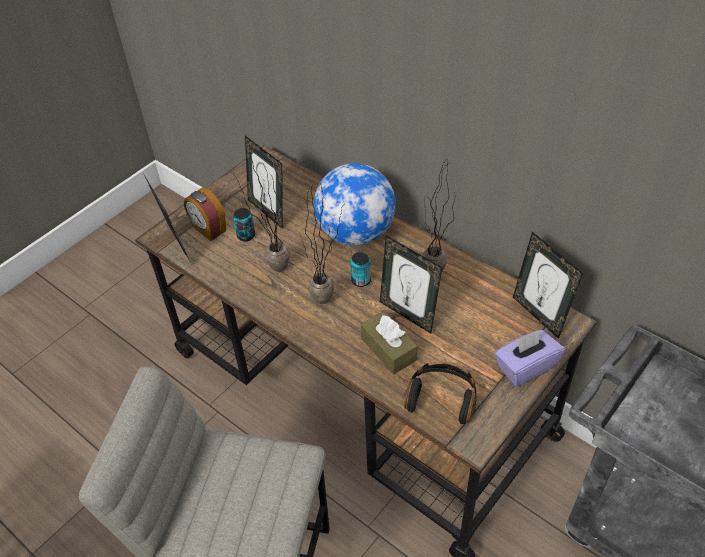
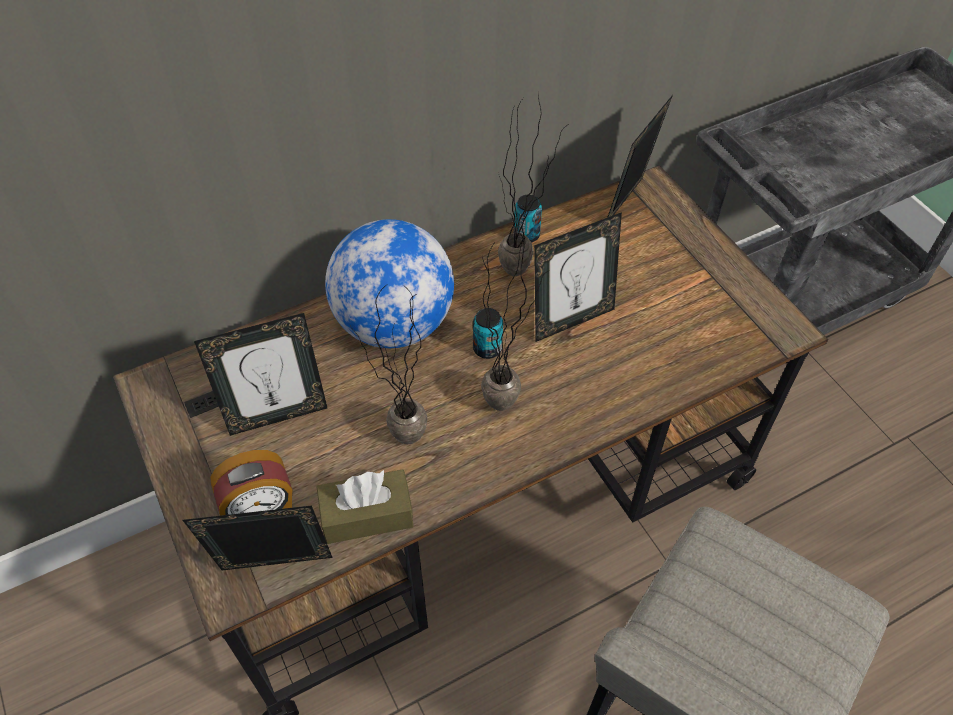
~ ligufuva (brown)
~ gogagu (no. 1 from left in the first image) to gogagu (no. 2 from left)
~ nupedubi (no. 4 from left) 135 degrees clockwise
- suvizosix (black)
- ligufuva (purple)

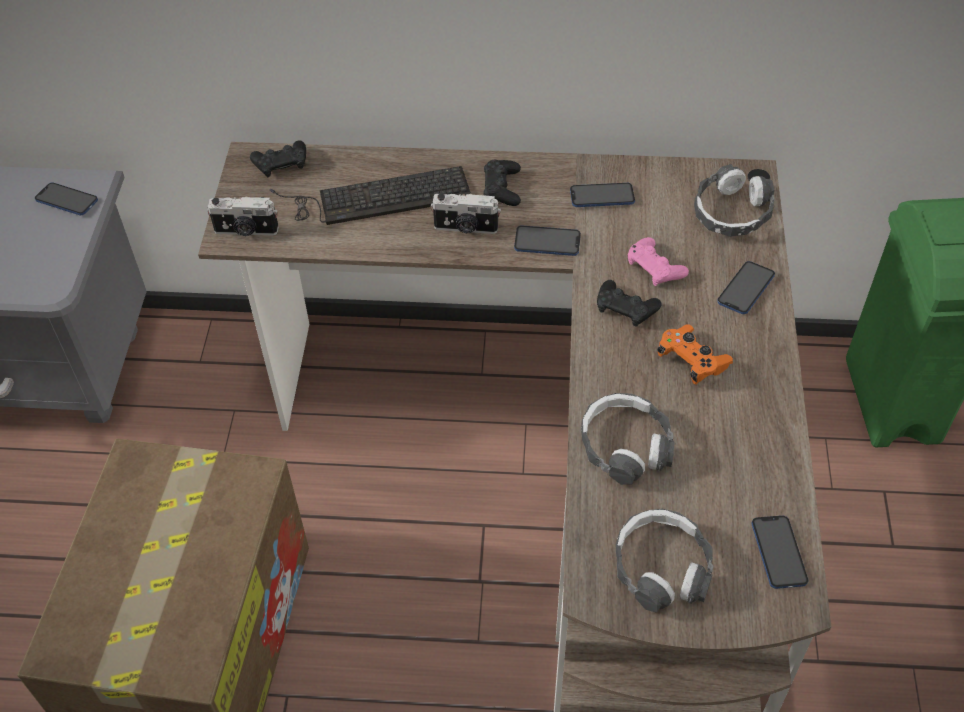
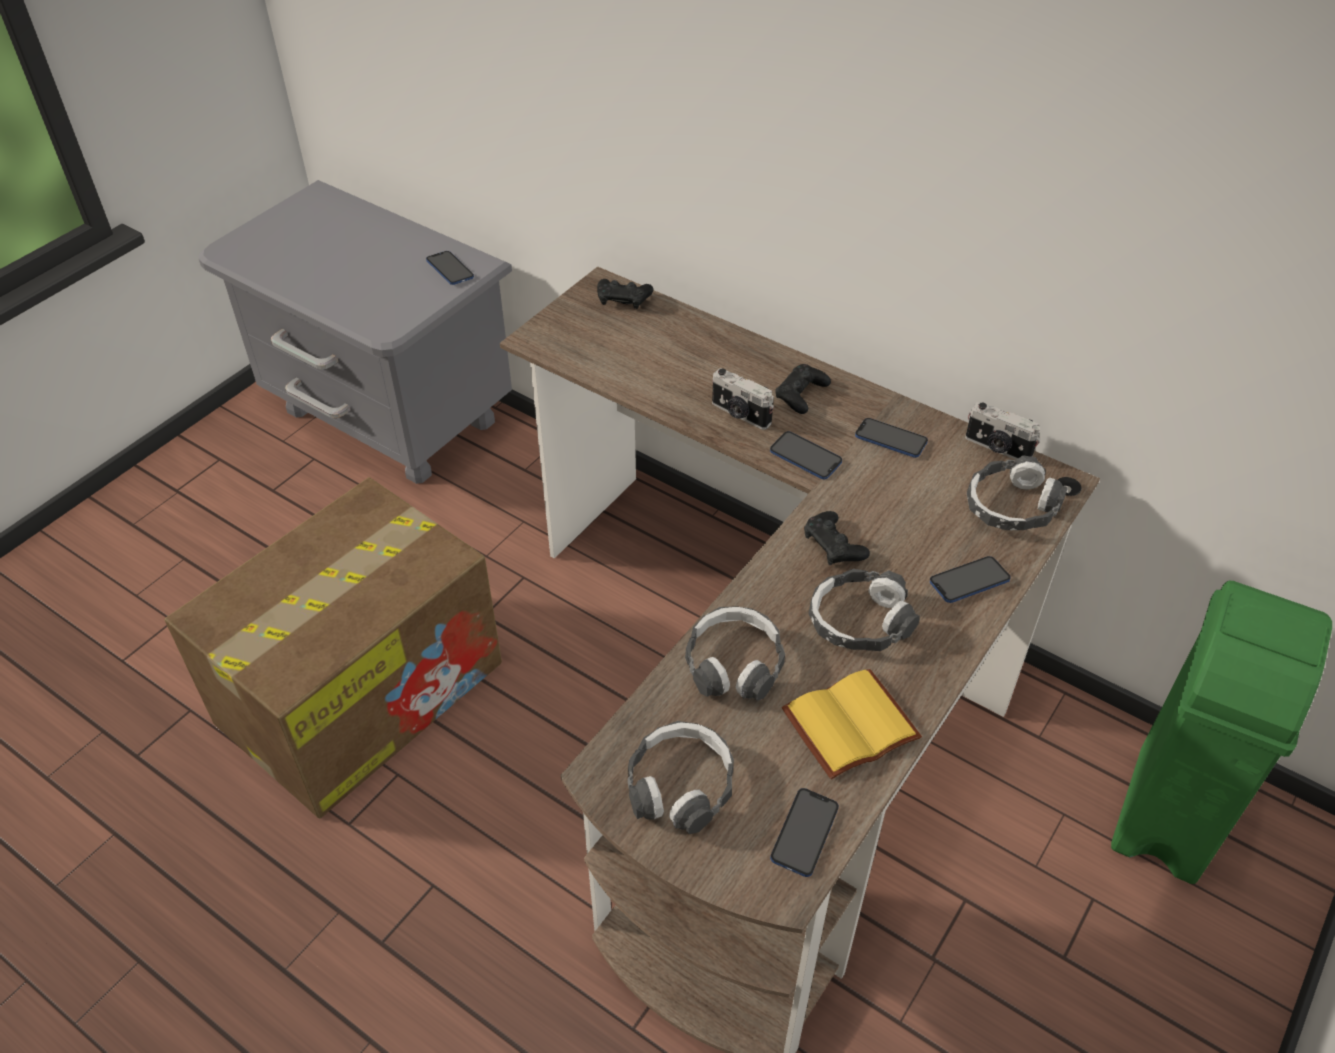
+ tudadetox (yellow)
~ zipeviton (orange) to suvizosix (no. 3 from left)
~ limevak (no. 1 from left in the first image) to limevak (no. 2 from left)
- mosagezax
- zipeviton (pink)

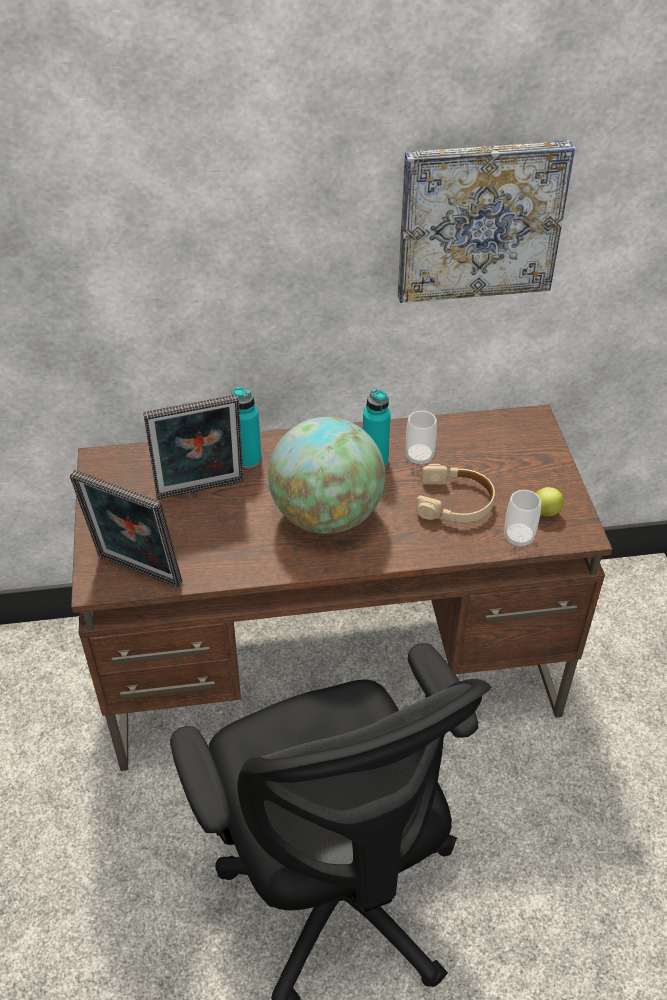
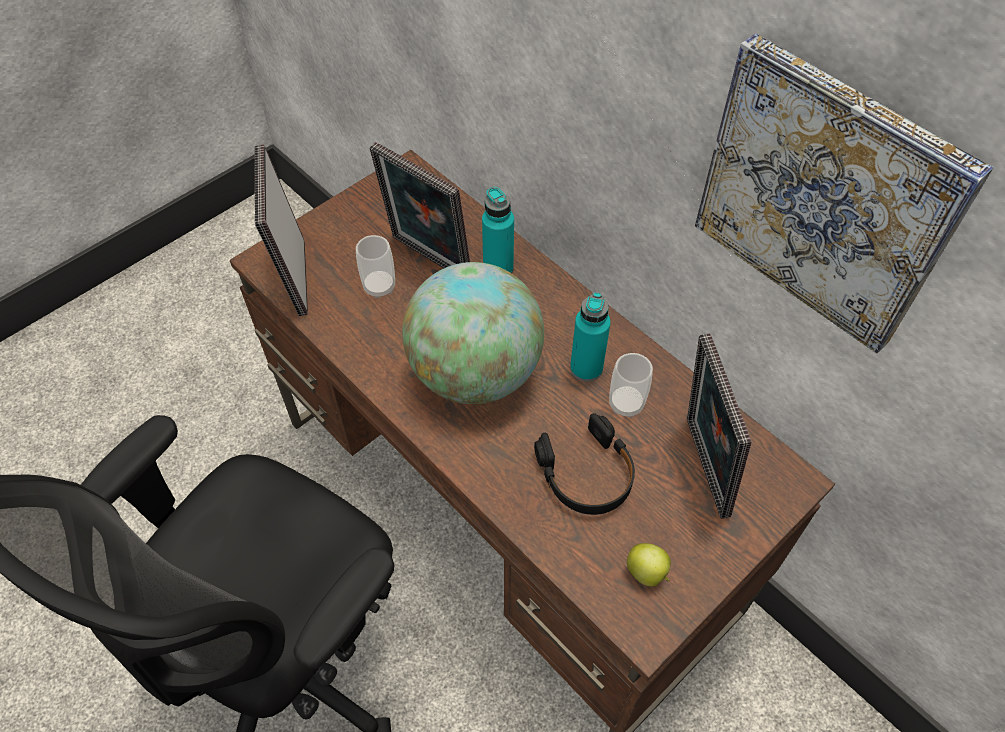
~ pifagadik (no. 2 from left in the first image) to pifagadik (no. 1 from left)
~ suvizosix (beige) to suvizosix (black)
+ nupedubi (no. 3 from left)

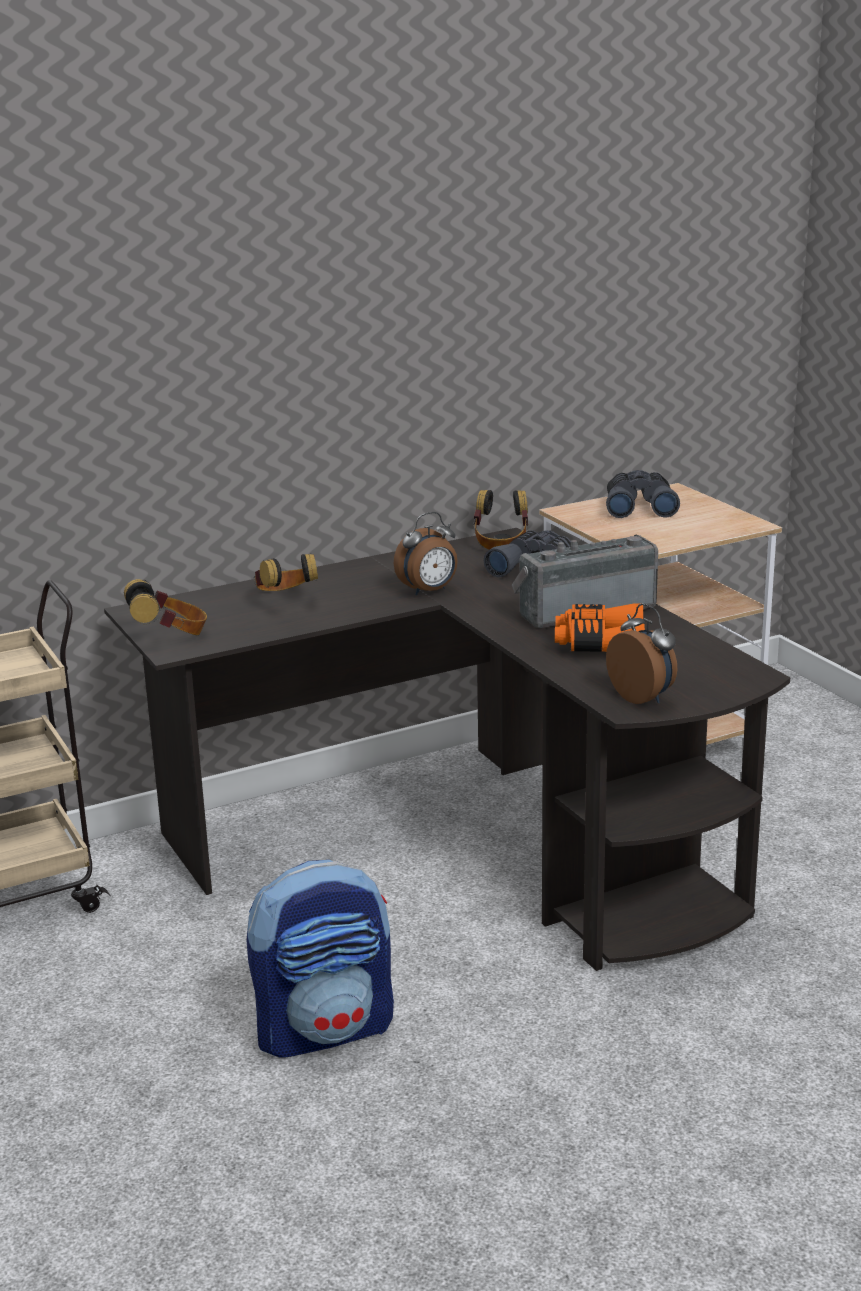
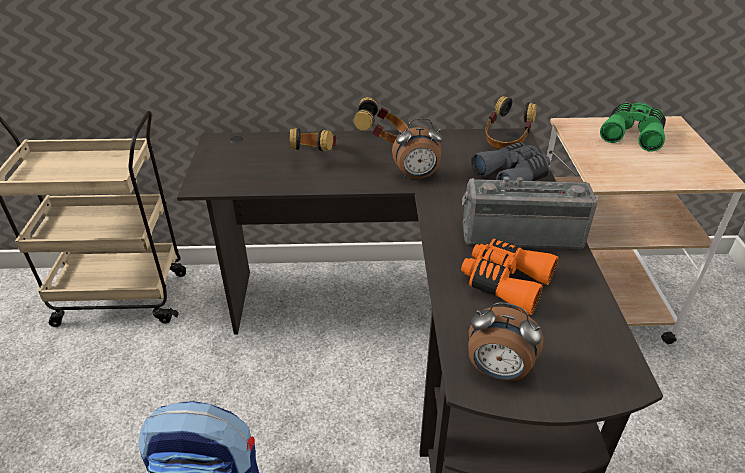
~ suvizosix (no. 1 from left in the first image) to suvizosix (no. 2 from left)
~ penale (no. 2 from left) 120 degrees clockwise
~ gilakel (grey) (no. 2 from left) to gilakel (green)

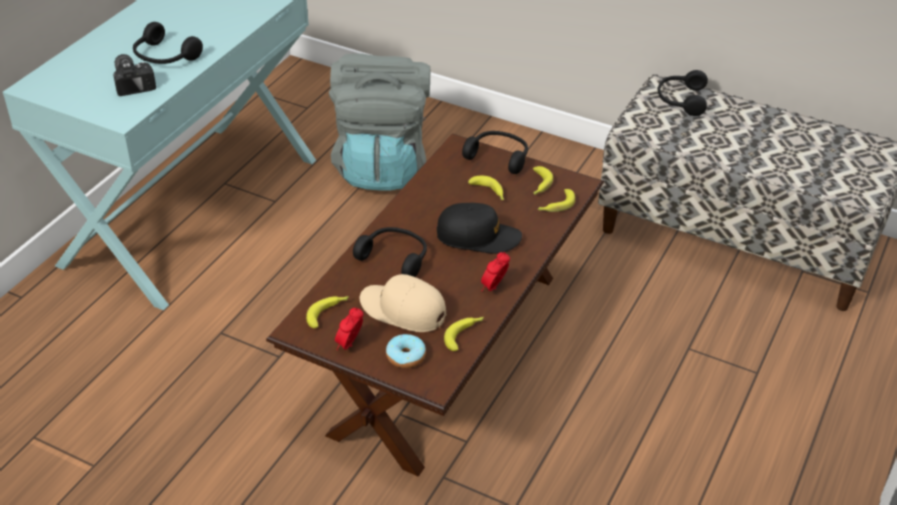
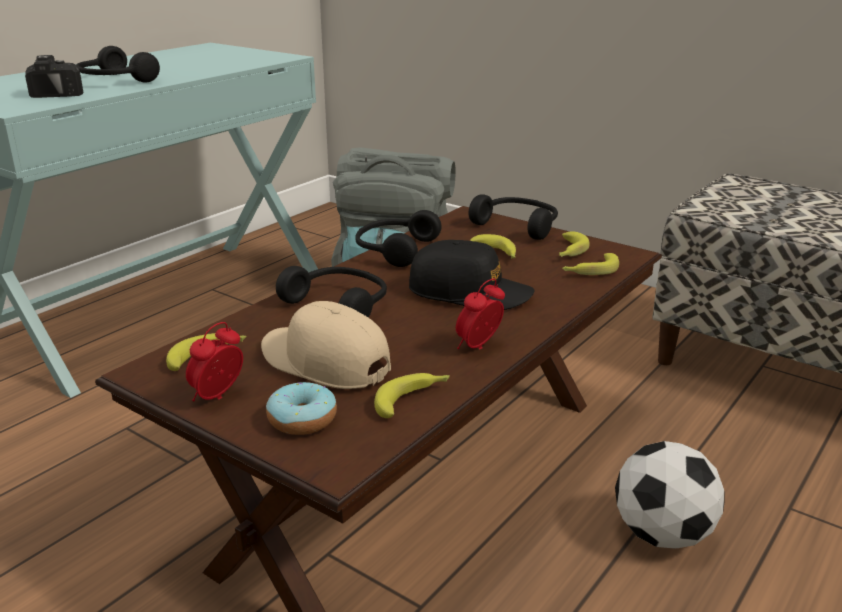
~ suvizosix (black) (no. 4 from left in the first image) to suvizosix (black) (no. 3 from left)
+ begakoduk

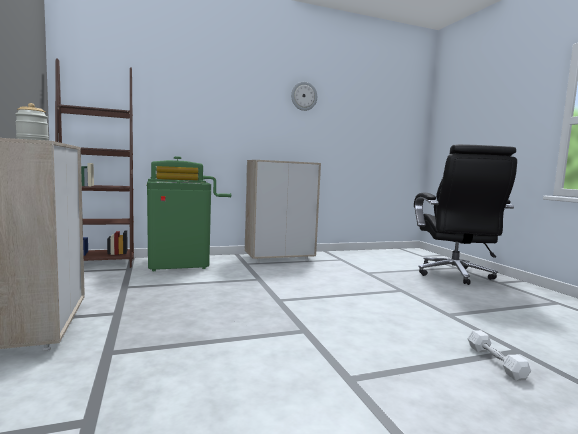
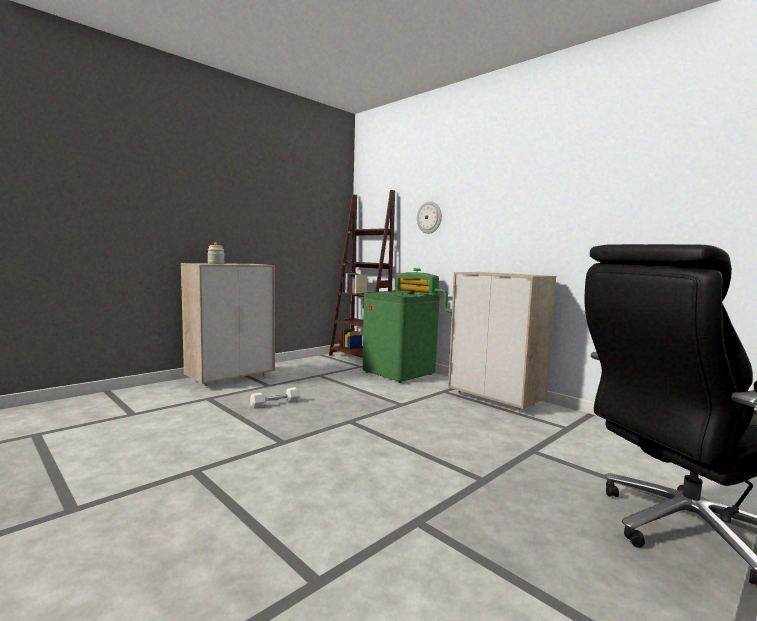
~ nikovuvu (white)
~ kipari

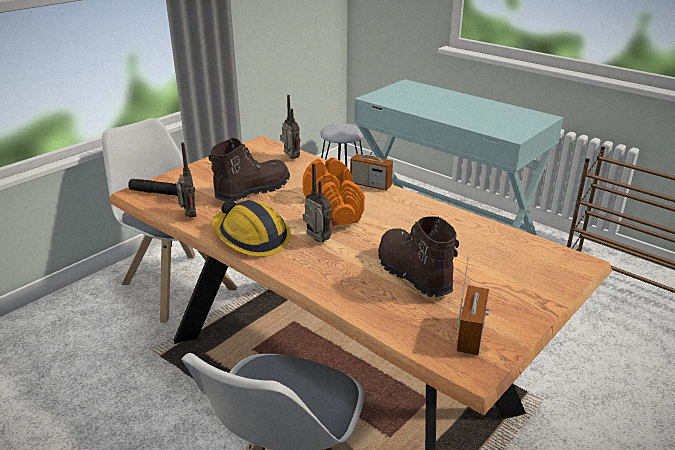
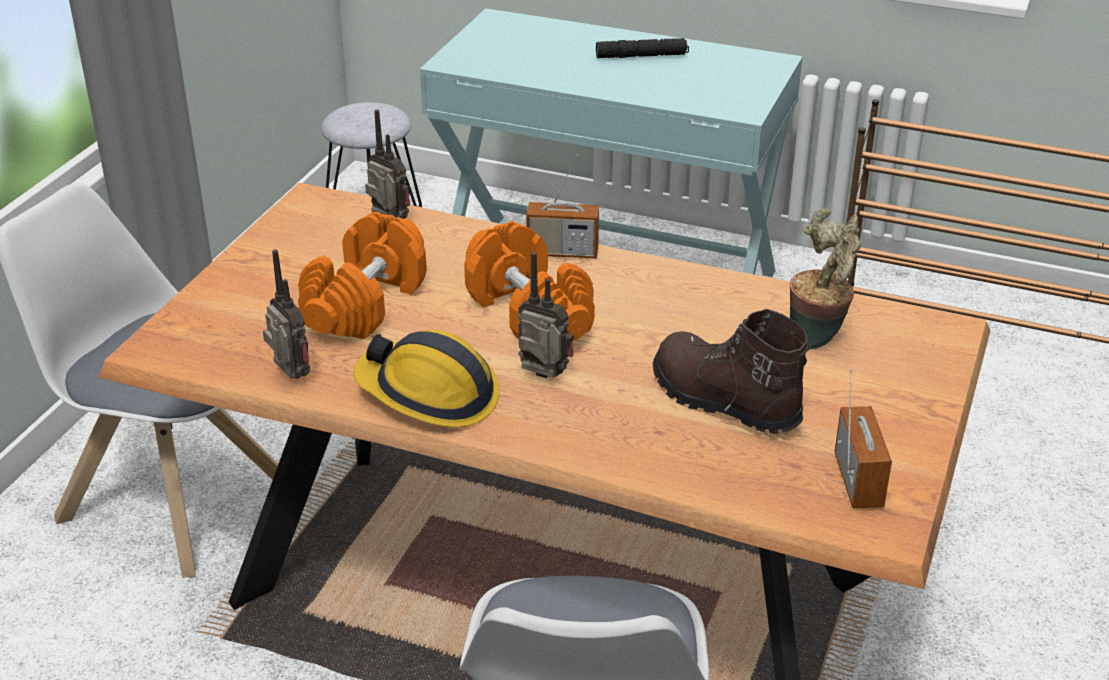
~ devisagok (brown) (no. 1 from left) to nikovuvu (orange) (no. 1 from left)
~ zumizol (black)
+ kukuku

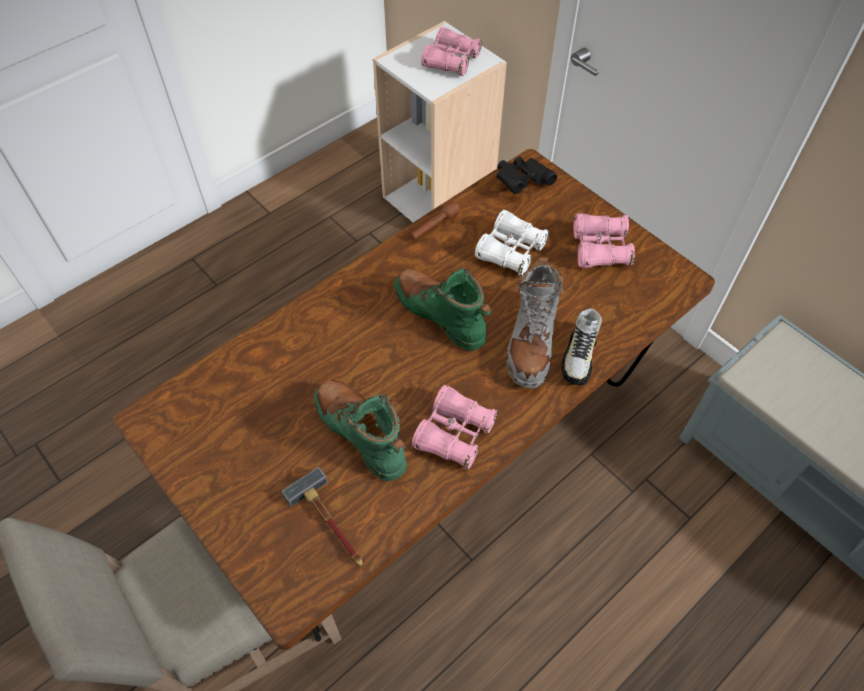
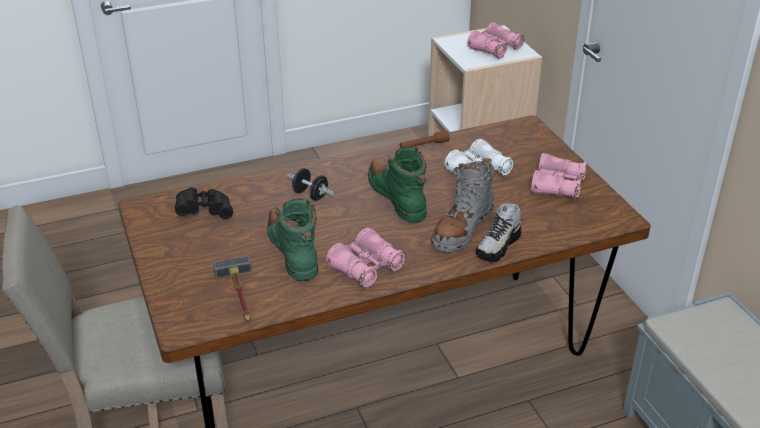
~ gilakel (black)
+ nikovuvu (black)

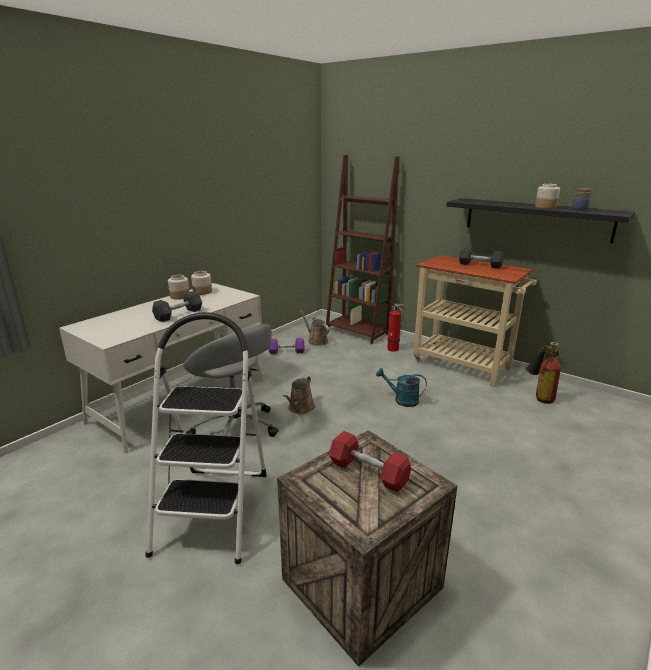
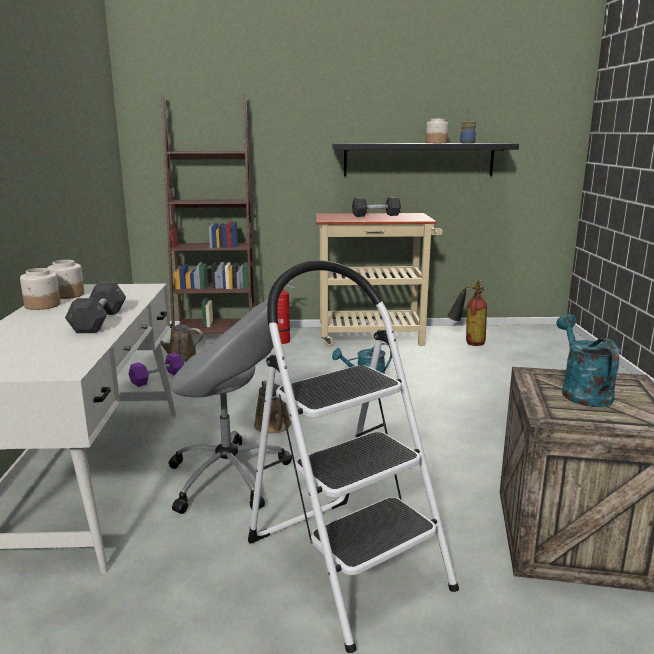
~ nikovuvu (red) to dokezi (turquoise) (no. 2 from left)

